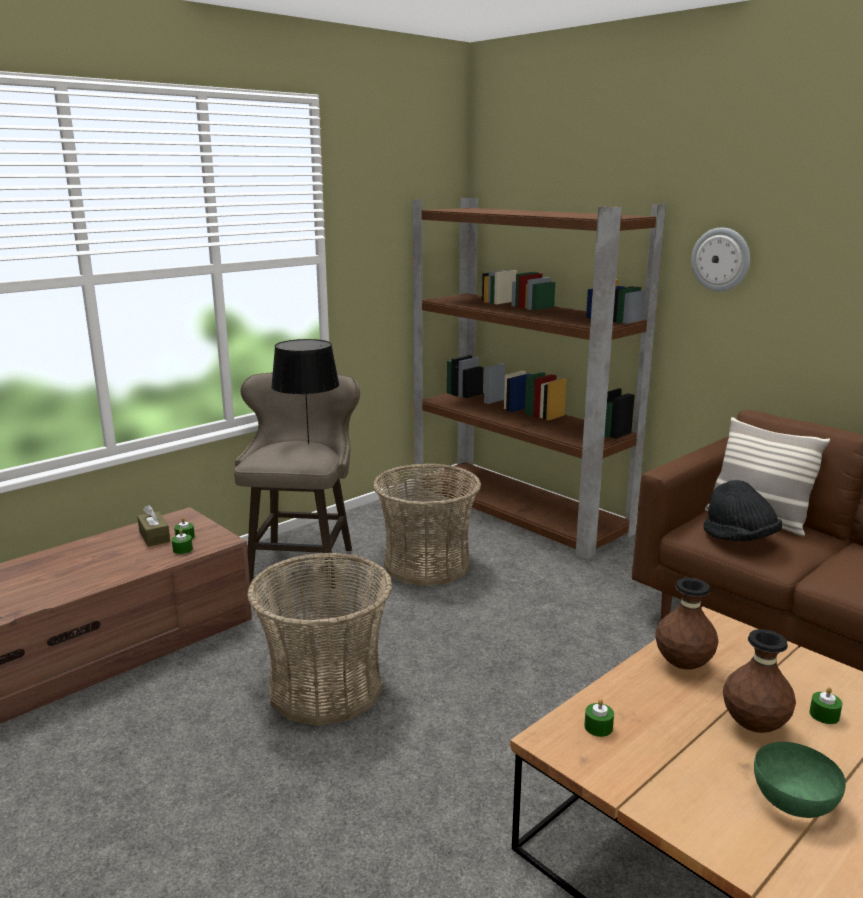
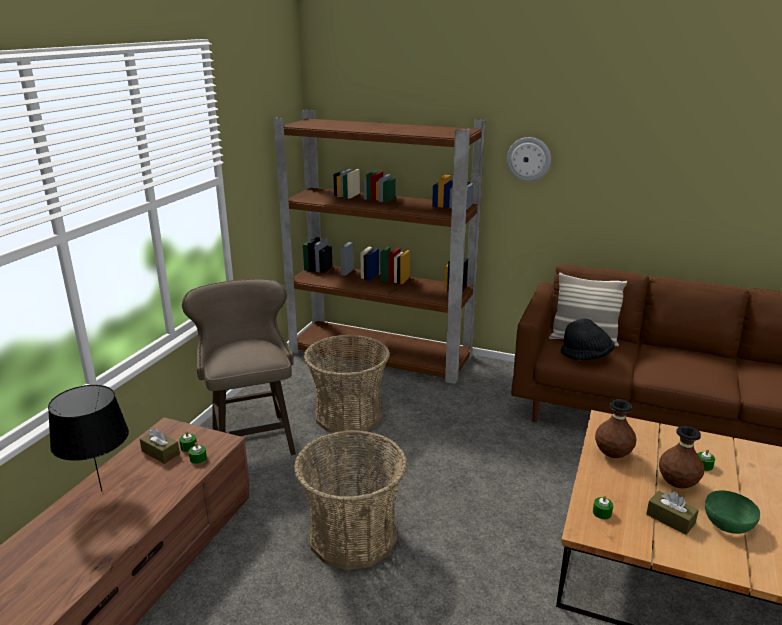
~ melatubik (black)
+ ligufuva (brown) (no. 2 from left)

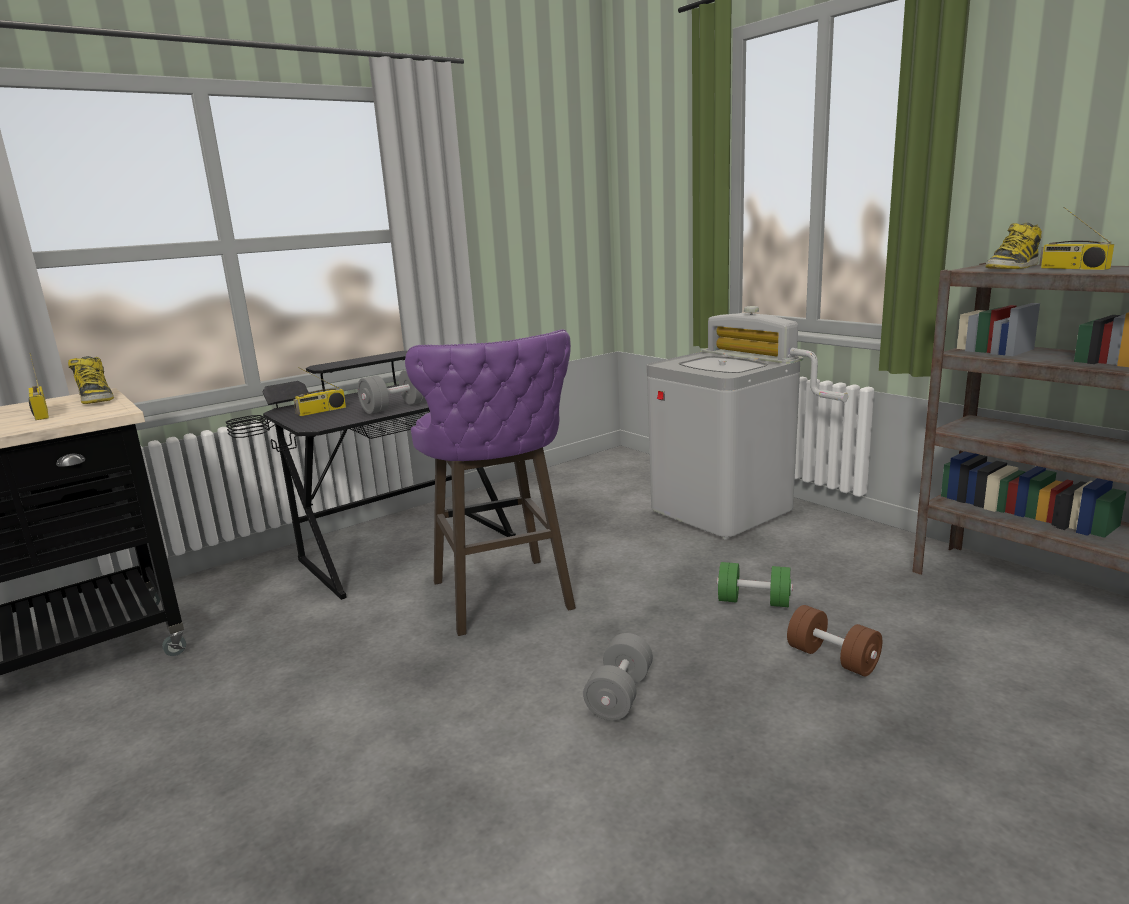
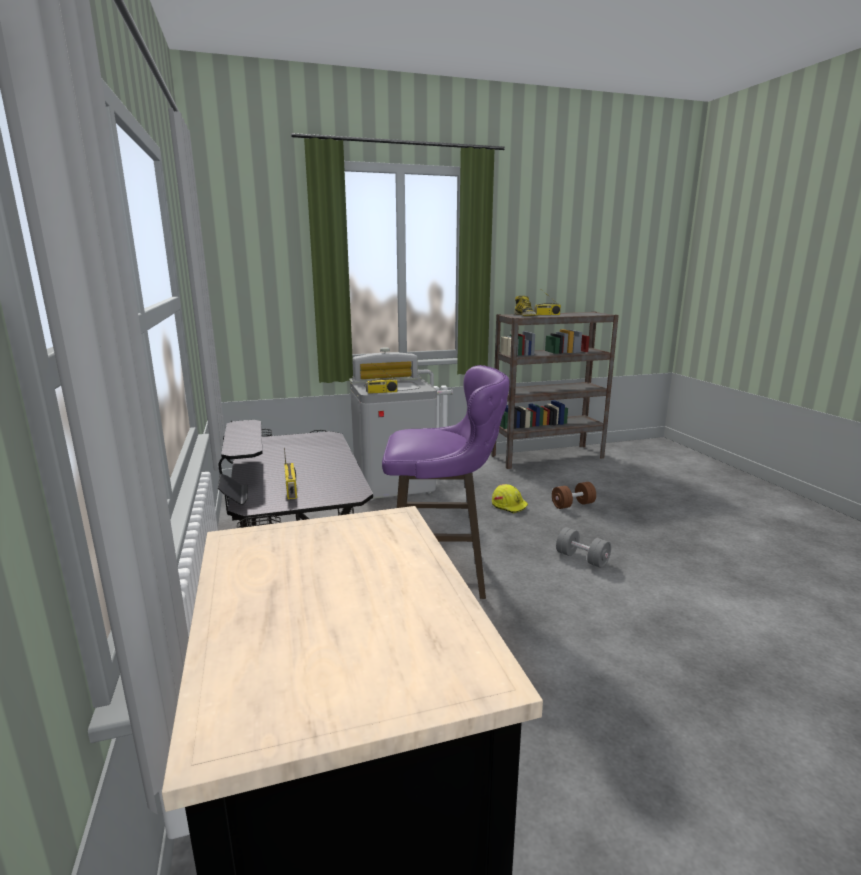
~ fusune (no. 1 from left in the first image) to fusune (no. 2 from left)
~ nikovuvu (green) to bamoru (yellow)
- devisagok (no. 1 from left)
- nikovuvu (grey) (no. 1 from left)

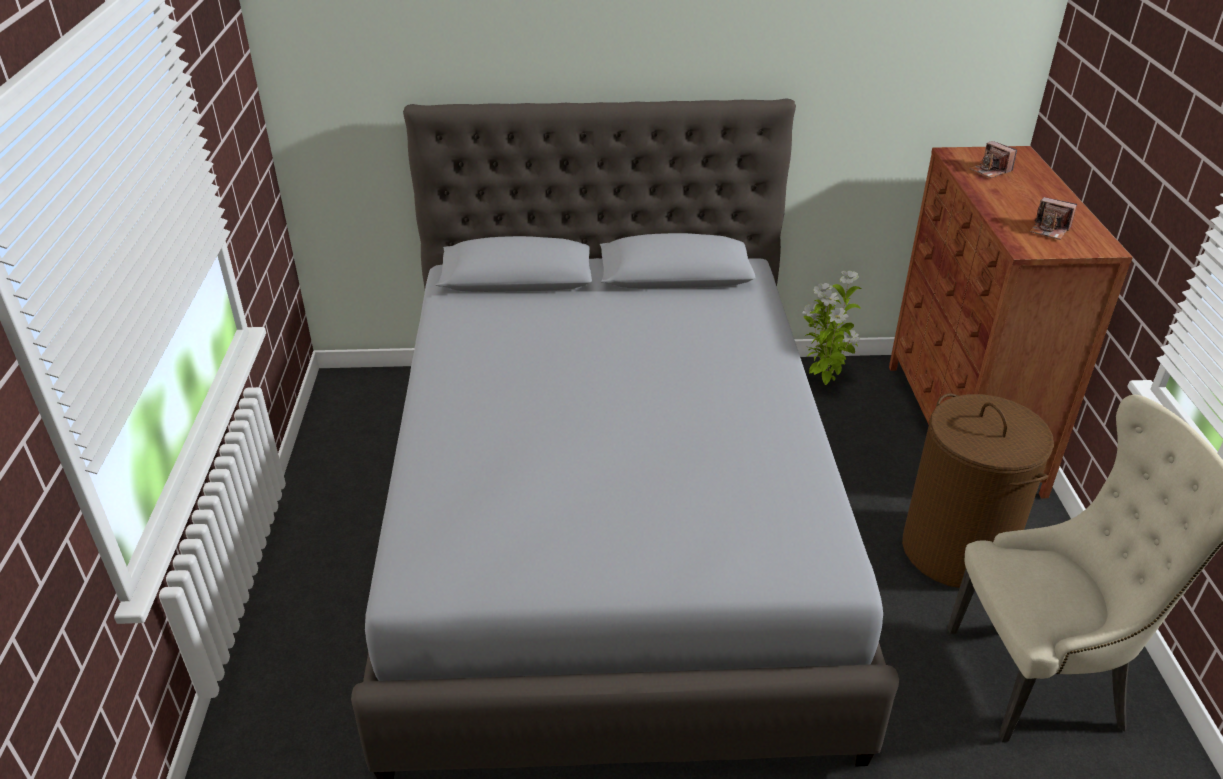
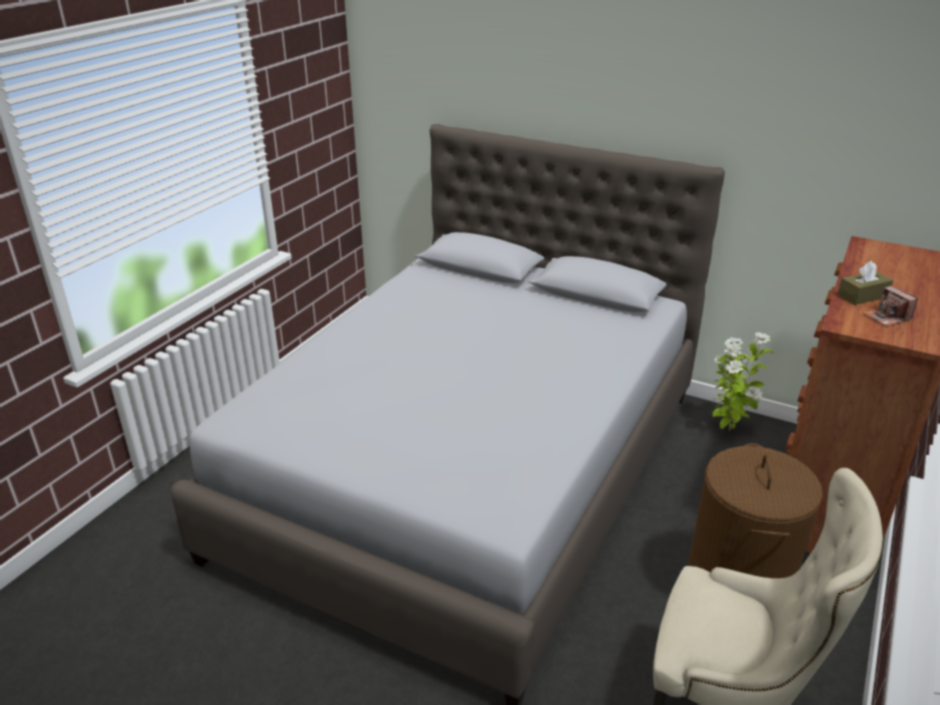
+ ligufuva (brown)
- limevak (no. 1 from left)

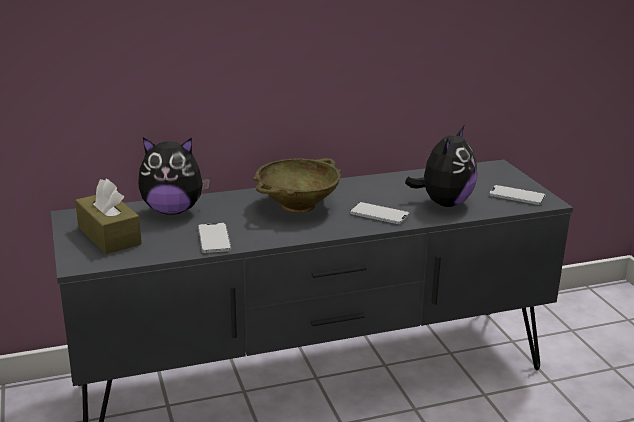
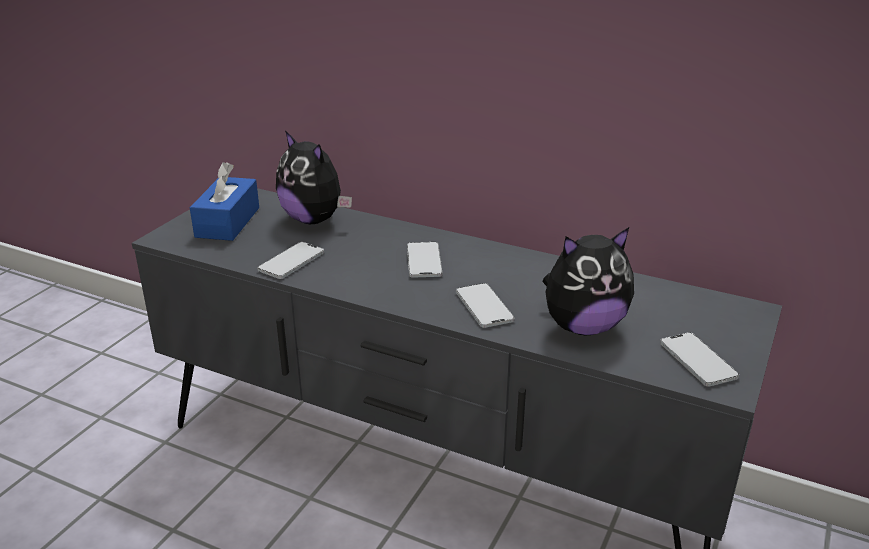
~ ligufuva (brown) to ligufuva (blue)
~ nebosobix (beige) to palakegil (no. 2 from left)

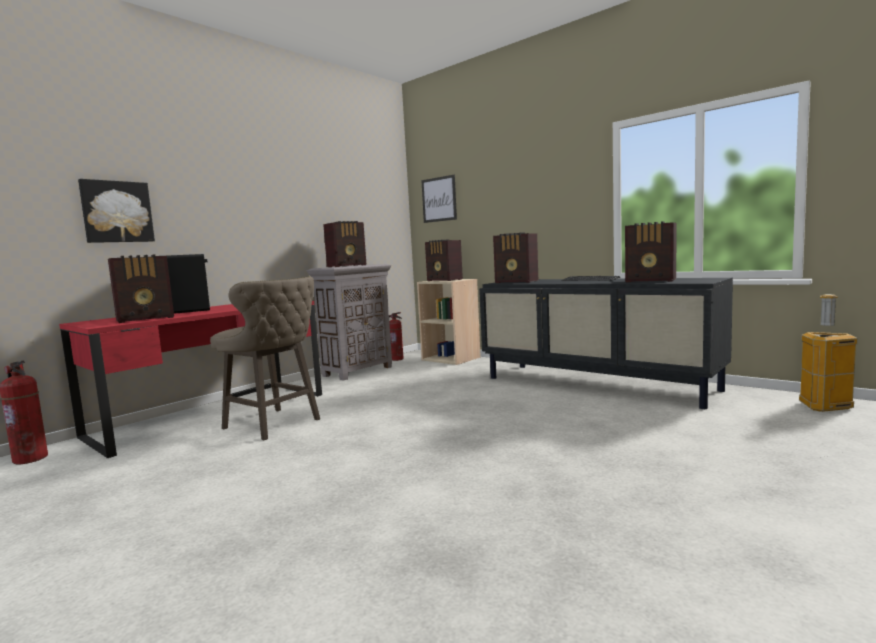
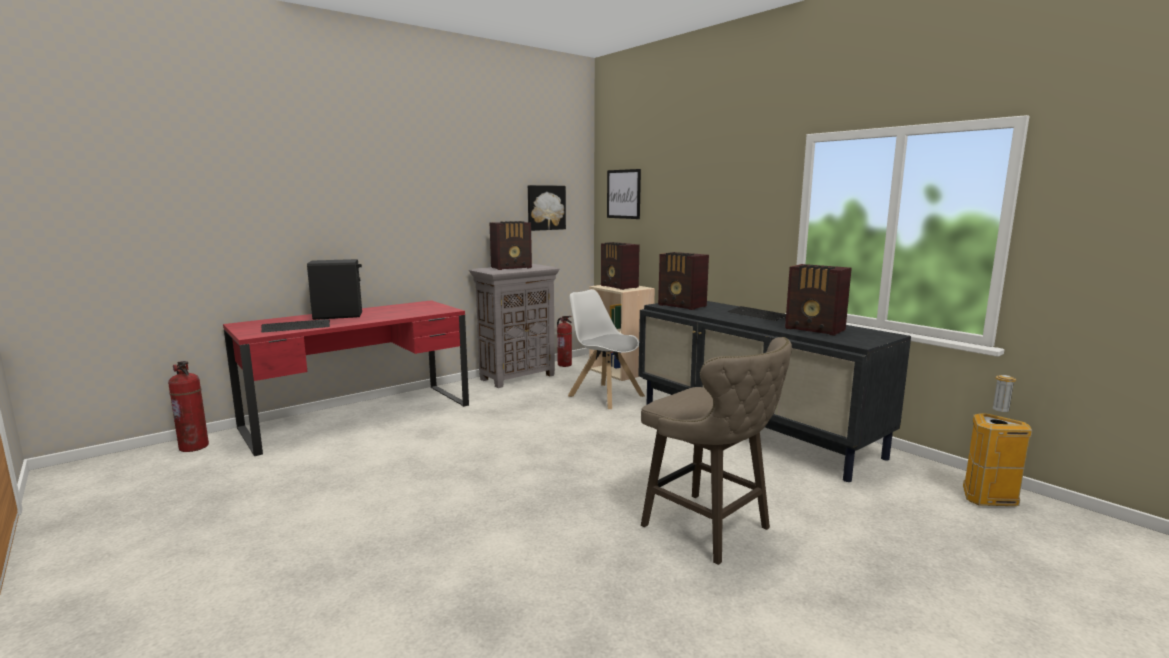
~ fusune (no. 1 from left) to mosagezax (no. 1 from left)
~ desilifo (no. 1 from left)
+ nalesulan
~ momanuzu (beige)

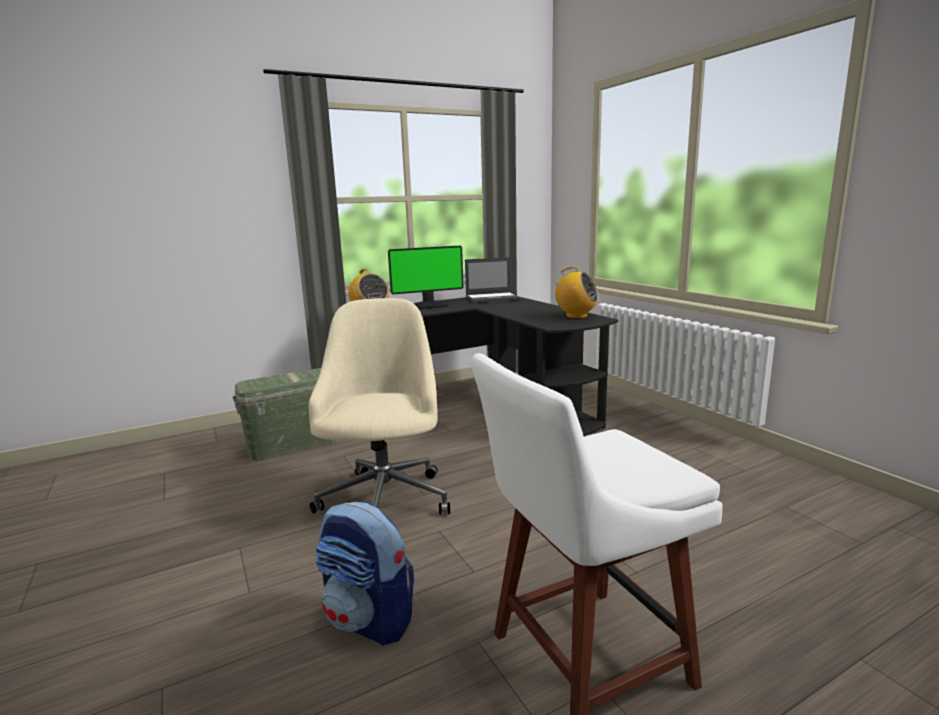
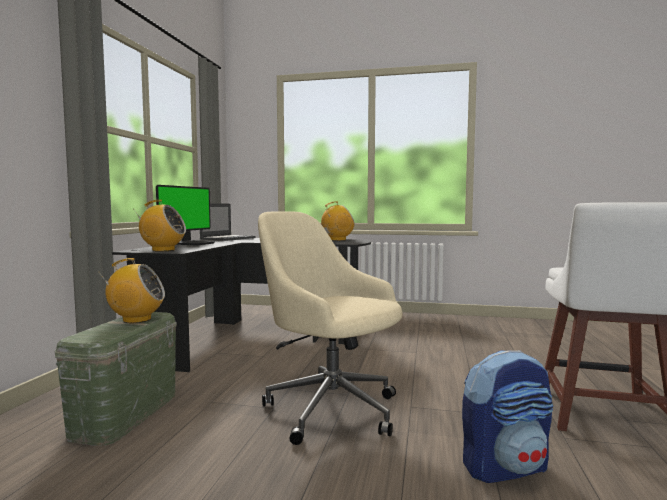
+ fusune (no. 1 from left)

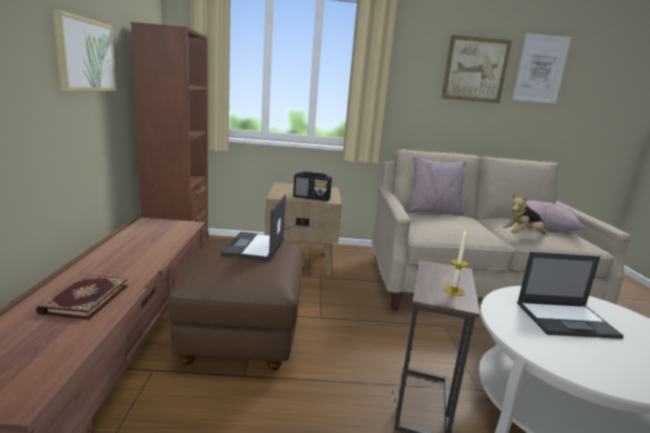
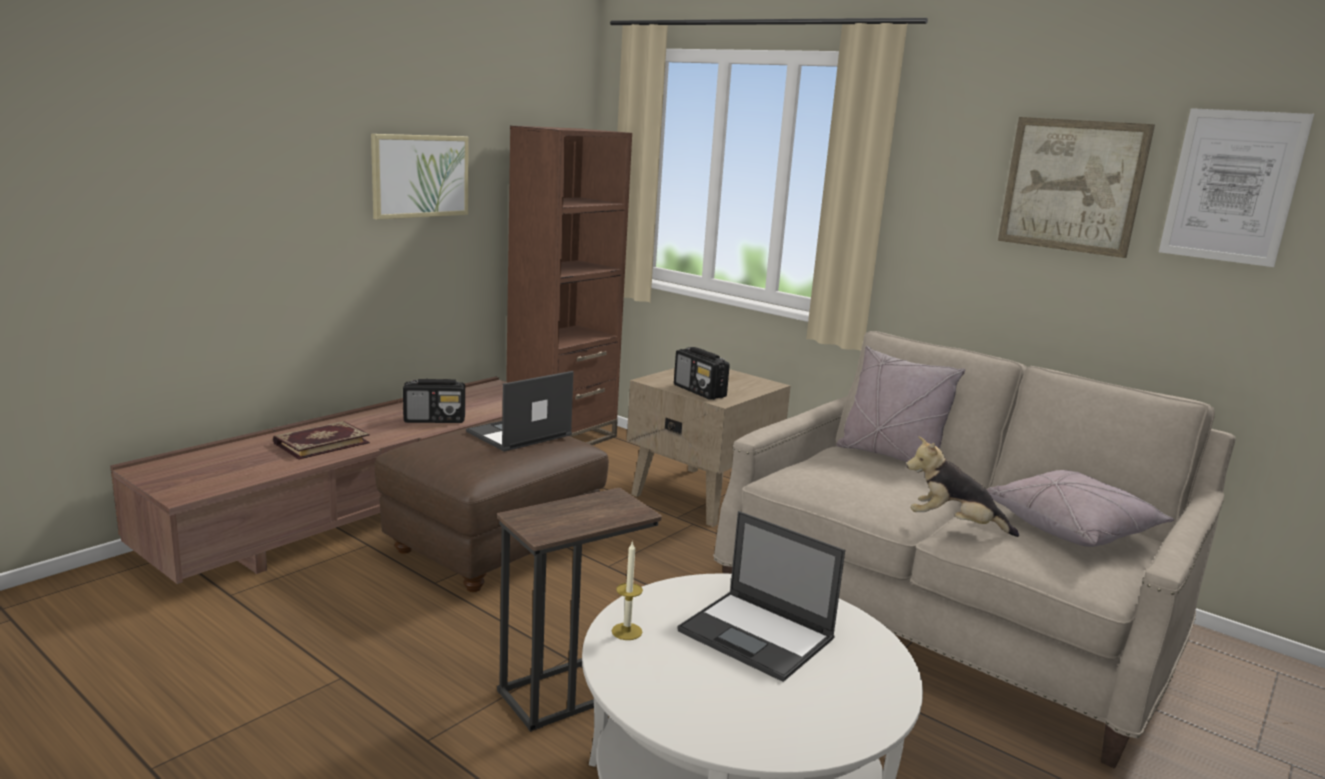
+ fusune (no. 1 from left)
~ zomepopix

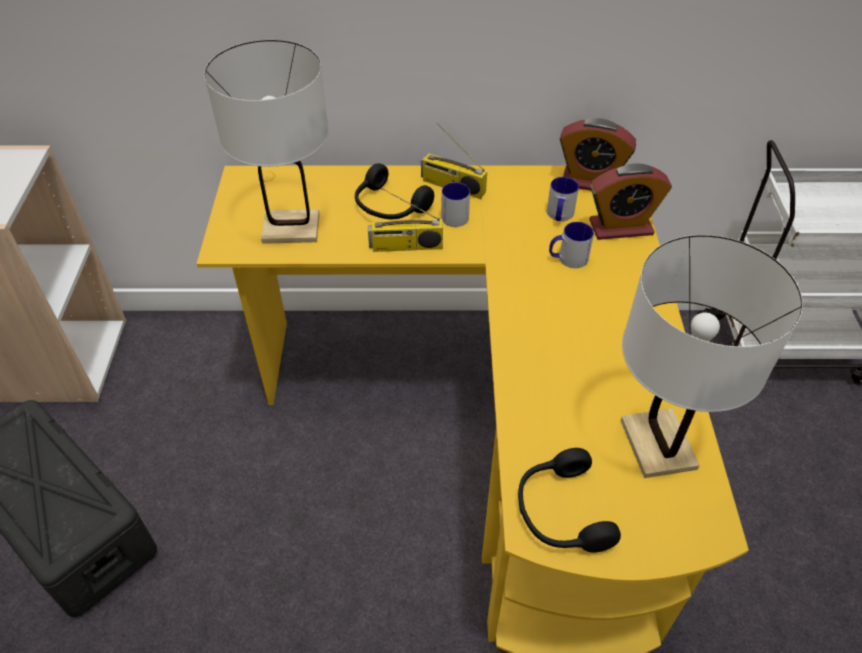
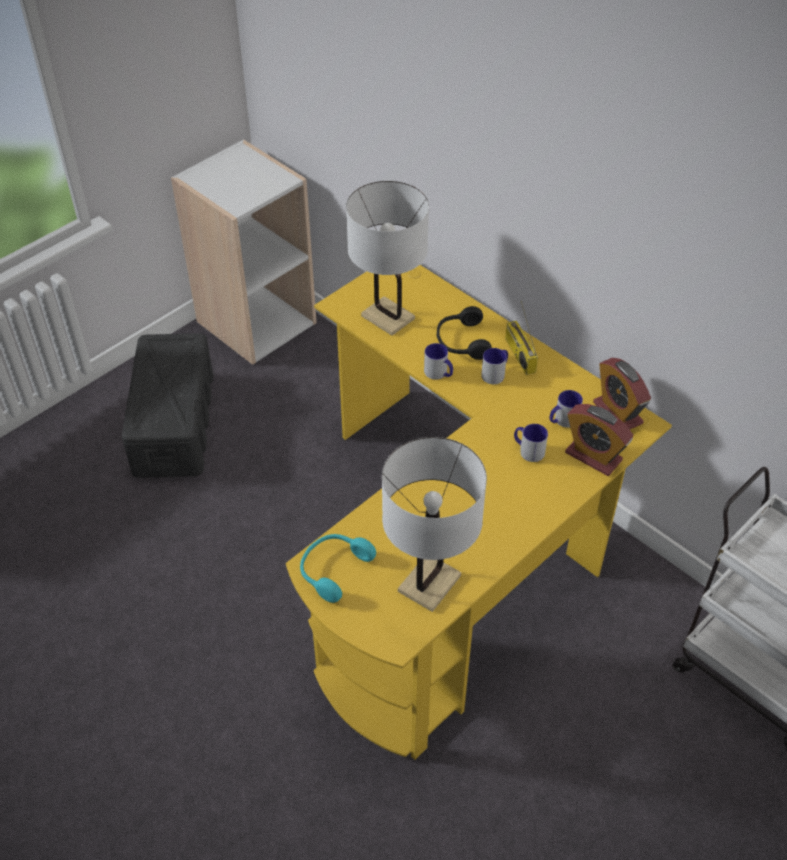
~ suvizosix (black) (no. 2 from left) to suvizosix (turquoise)
~ fusune (no. 1 from left) to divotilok (no. 1 from left)

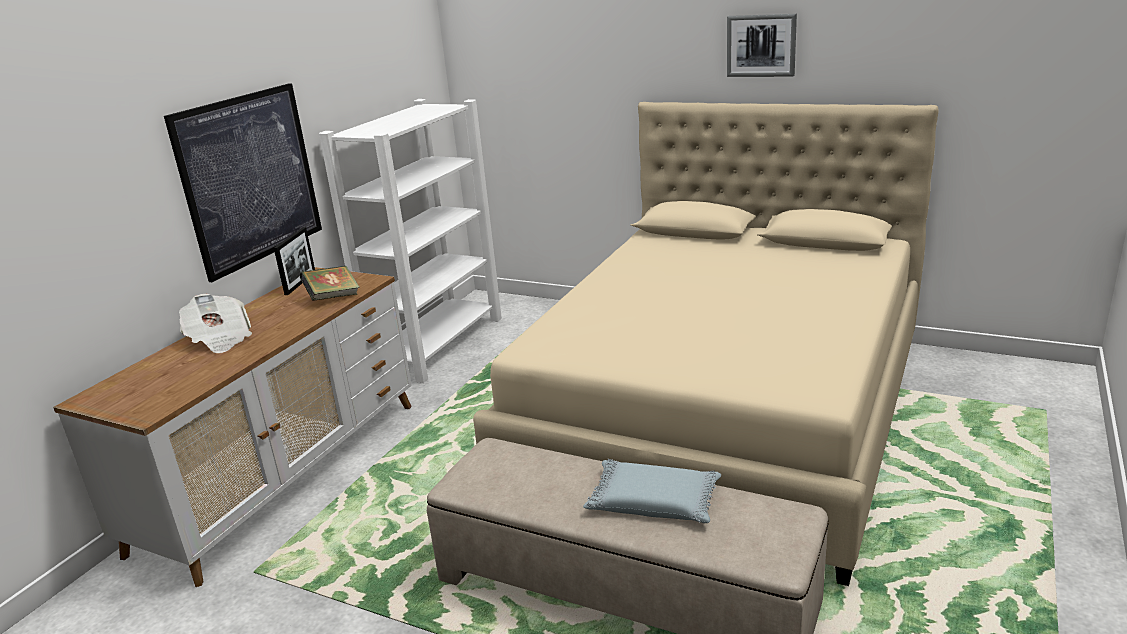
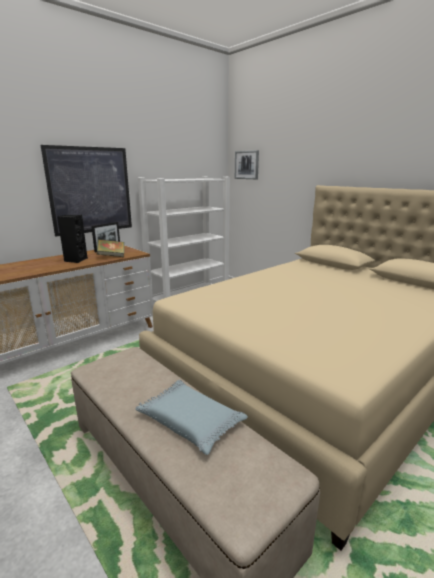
+ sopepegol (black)
~ desilifo (no. 2 from left)
- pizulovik

